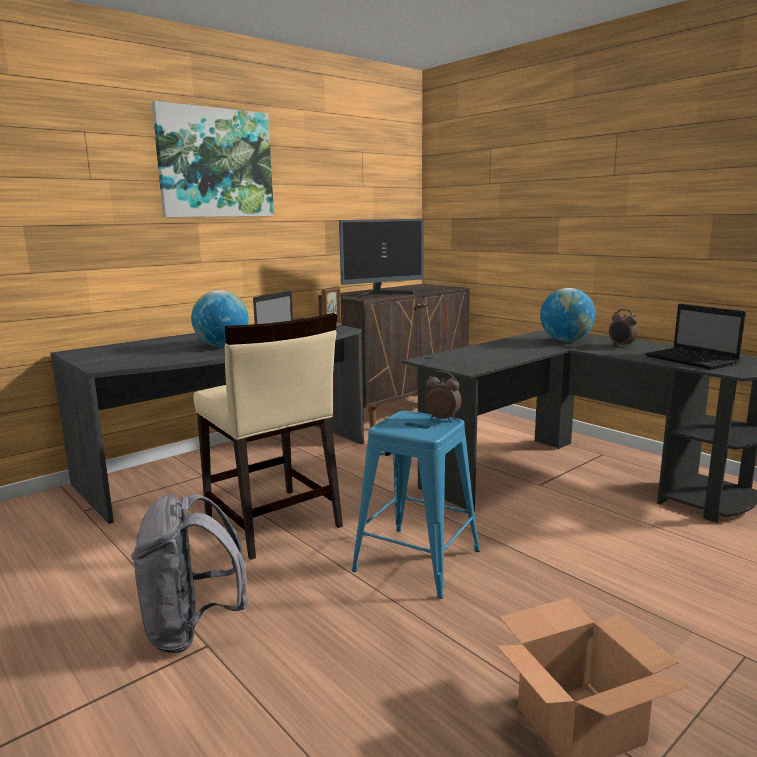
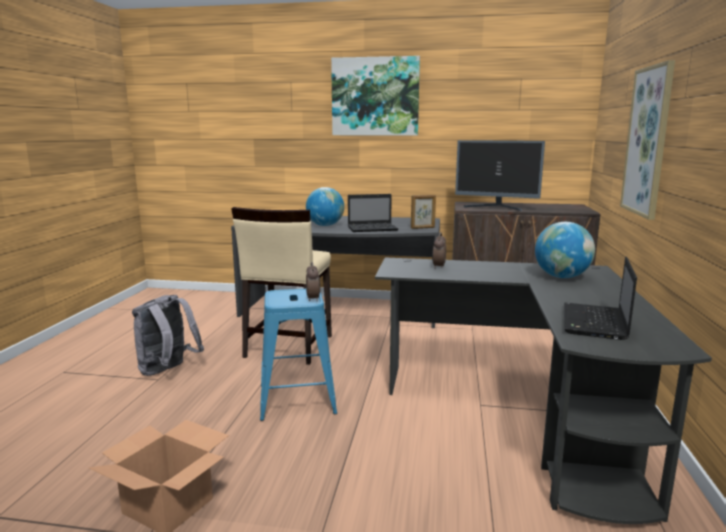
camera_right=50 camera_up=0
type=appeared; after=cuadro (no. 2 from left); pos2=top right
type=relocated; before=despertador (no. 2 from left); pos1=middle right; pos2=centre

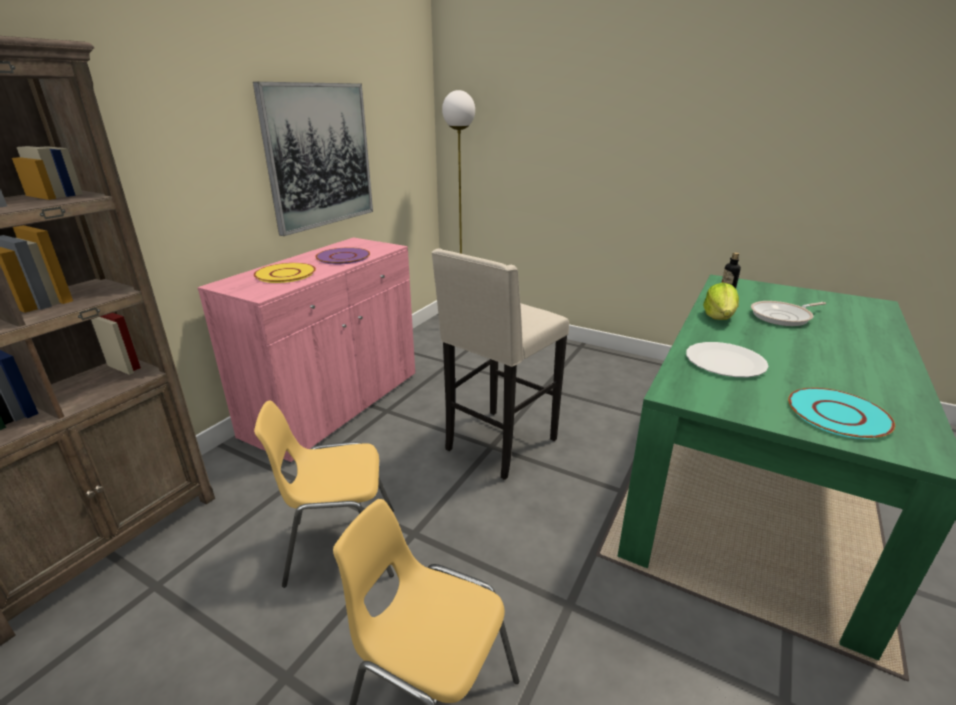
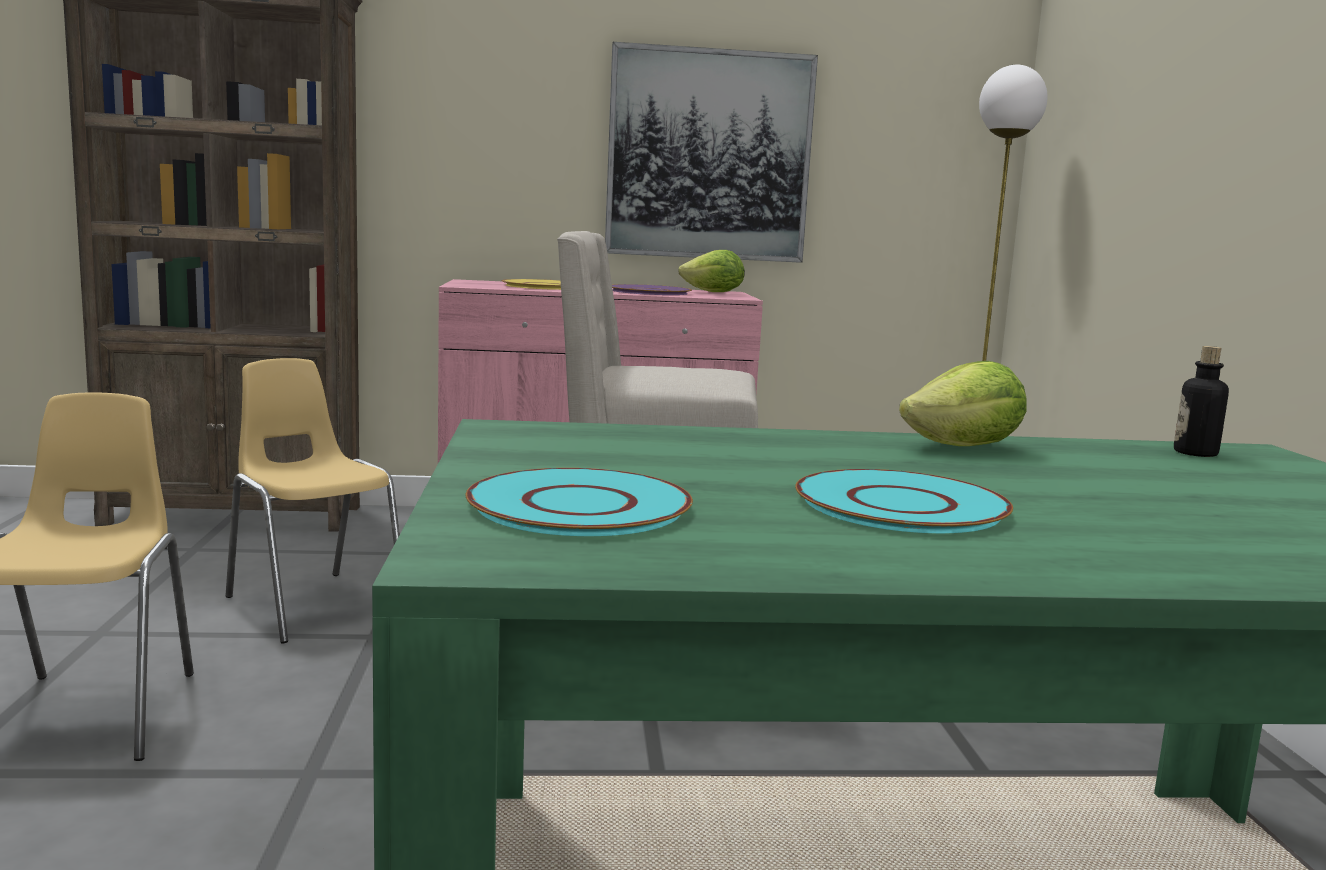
camera_right=55 camera_up=-15
type=missing; before=plato (blanco); pos1=middle right
type=missing; before=sartén; pos1=middle right
type=appeared; after=lechuga (no. 1 from left); pos2=top centre
type=appeared; after=plato (turquesa) (no. 2 from left); pos2=middle right

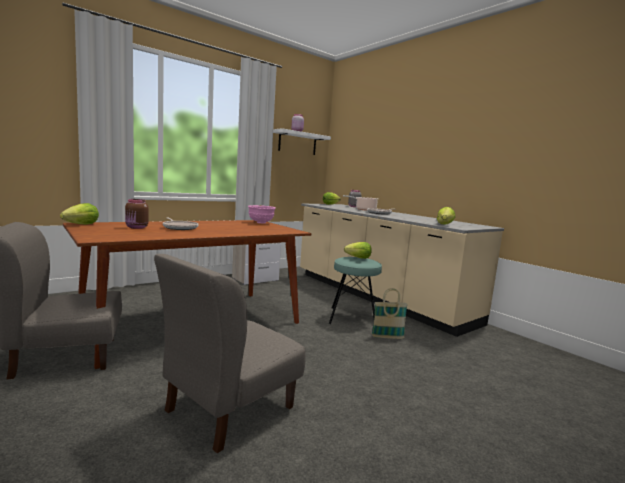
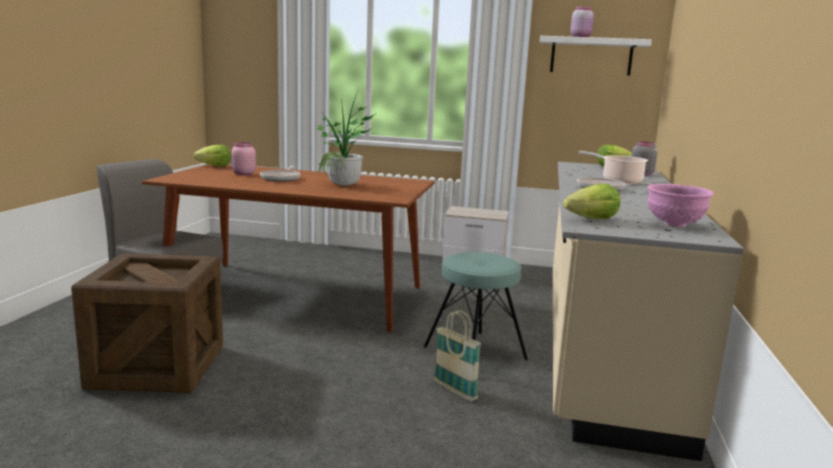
camera_right=50 camera_up=5
type=missing; before=lechuga (no. 3 from left); pos1=centre
type=appeared; after=planta en maceta; pos2=top centre
type=relocated; before=cuenco (rosa); pos1=centre; pos2=middle right
type=exchanged; before=silla (gris) (no. 2 from left); after=caja de embalaje; pos1=bottom centre; pos2=bottom left
type=colour; before=tarro (marrón); after=tarro (rosa) (no. 1 from left); pos1=middle left; pos2=middle left

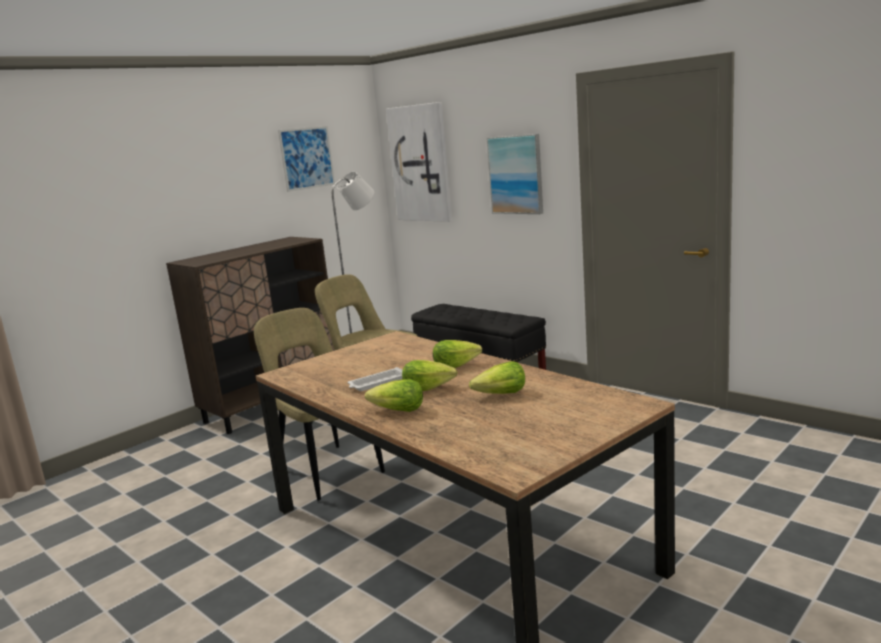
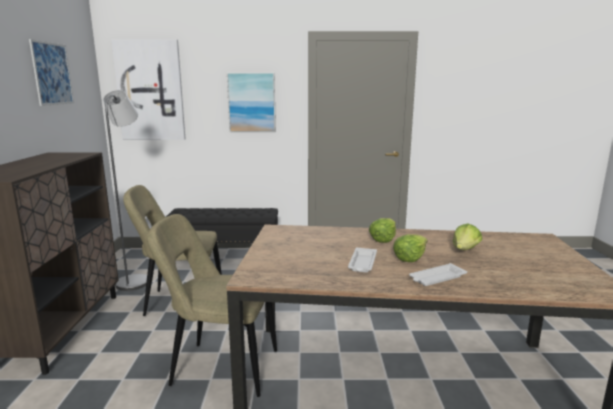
camera_right=-45 camera_up=0
type=exchanged; before=lechuga (no. 1 from left); after=bandeja (blanco) (no. 2 from left); pos1=centre; pos2=bottom right

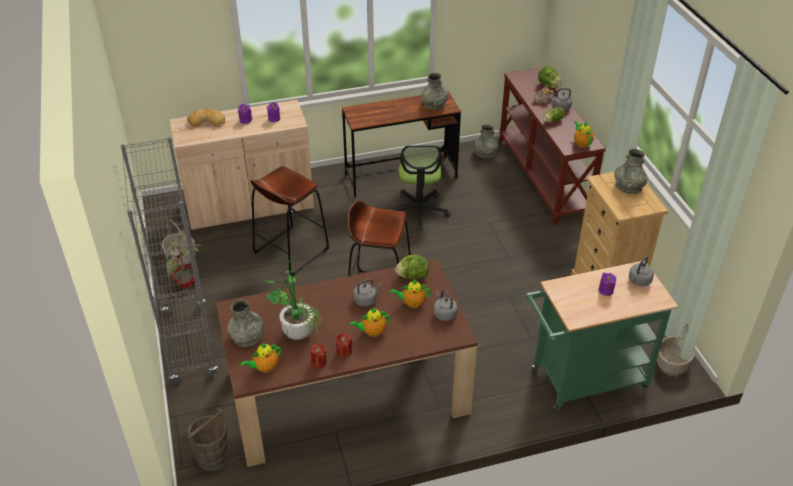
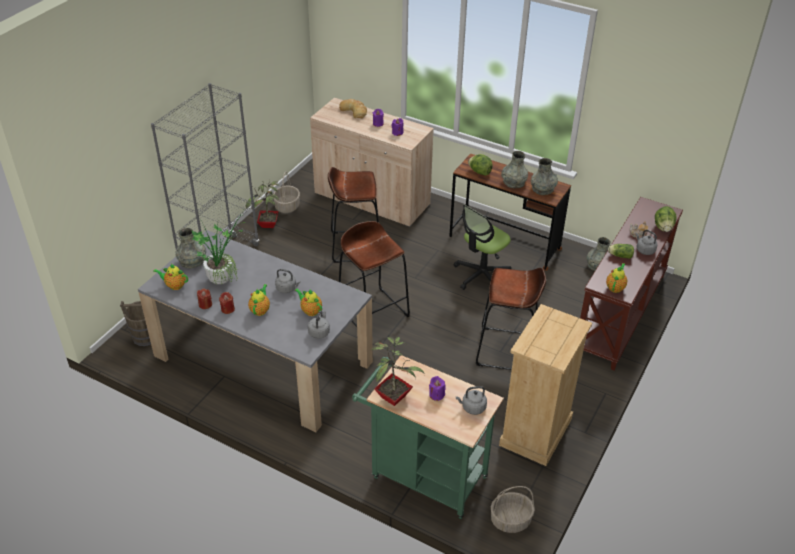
camera_right=45 camera_up=0
type=appeared; after=planta en maceta (no. 3 from left); pos2=bottom centre
type=appeared; after=taburete (marrón) (no. 3 from left); pos2=centre
type=relocated; before=lechuga (no. 1 from left); pos1=centre; pos2=top centre
type=relocated; before=florero (gris) (no. 4 from left in the first image); after=florero (gris) (no. 2 from left); pos1=middle right; pos2=top centre
type=colour; before=mesa de comedor (marrón); after=mesa de comedor (gris); pos1=bottom centre; pos2=middle left
type=spun; before=tetera (no. 2 from left); pos1=centre; pos2=middle left; turn=75

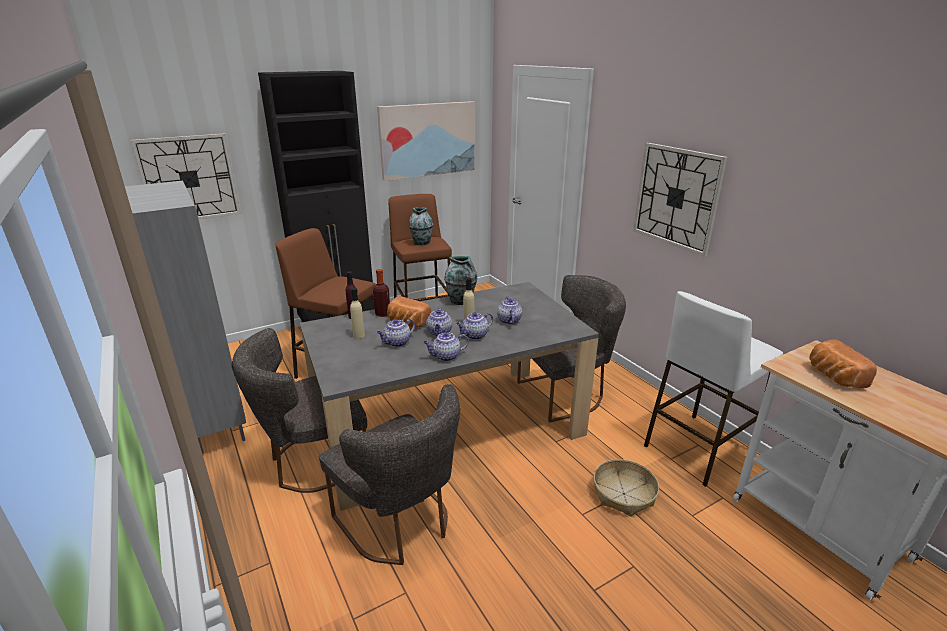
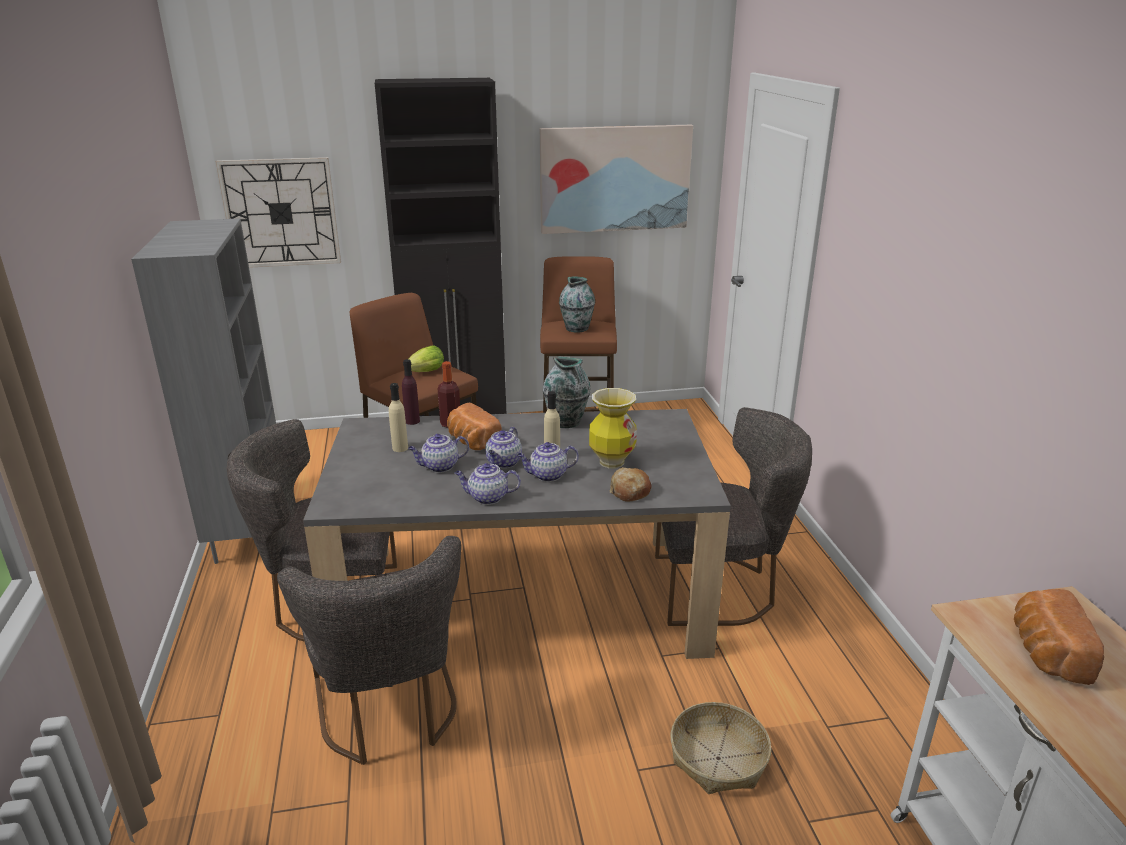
camera_right=20 camera_up=0
type=missing; before=reloj de pared (no. 2 from left); pos1=top right
type=missing; before=taburete (blanco); pos1=middle right
type=appeared; after=lechuga; pos2=centre
type=appeared; after=pan (no. 2 from left); pos2=centre
type=exchanged; before=tetera (no. 5 from left); after=florero (no. 3 from left); pos1=centre; pos2=centre

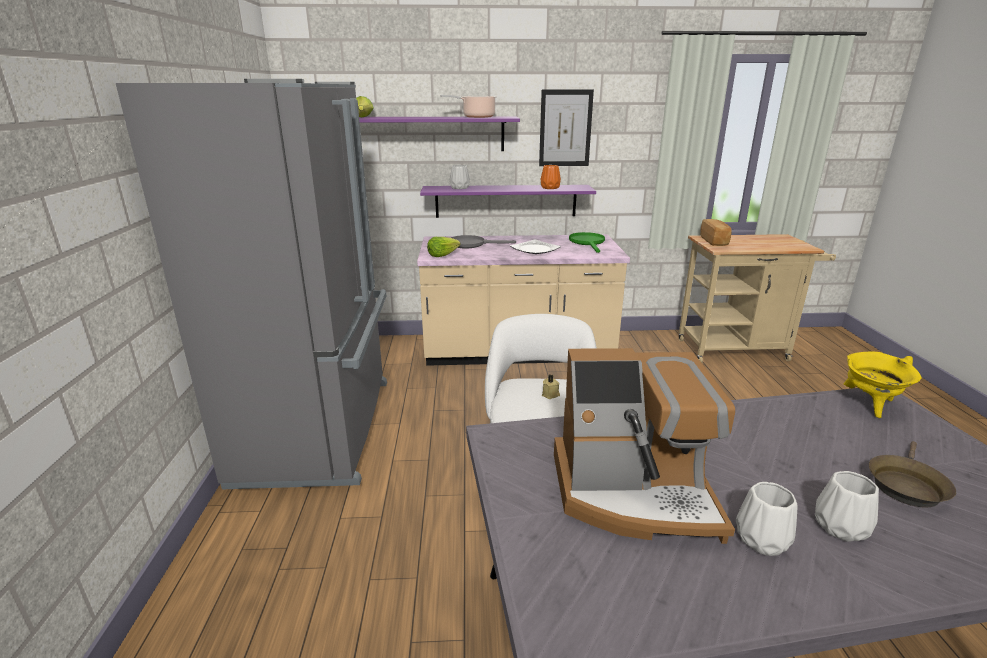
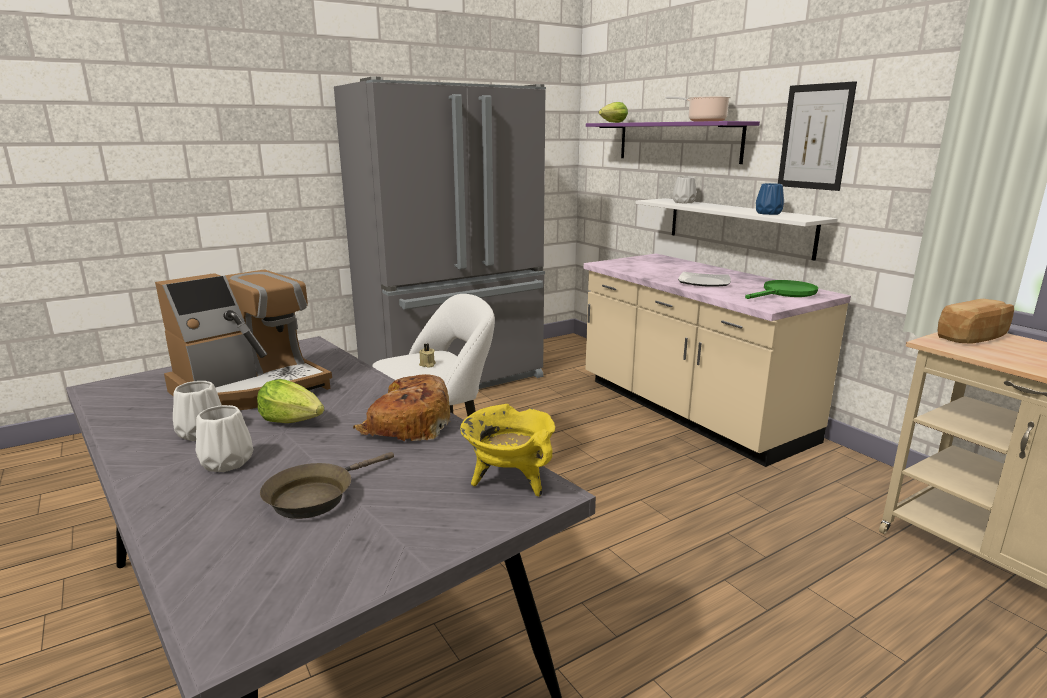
camera_right=60 camera_up=-5
type=missing; before=sartén (gris); pos1=centre
type=appeared; after=pan (no. 1 from left); pos2=centre
type=relocated; before=lechuga (no. 2 from left in the first image); after=lechuga (no. 1 from left); pos1=centre; pos2=middle left
type=colour; before=estante (morado) (no. 2 from left); after=estante (blanco); pos1=top centre; pos2=top right
type=colour; before=florero (naranja); after=florero (azul); pos1=top centre; pos2=top right
type=spun; before=cafetera; pos1=bottom centre; pos2=middle left; turn=-105
type=spun; before=sartén (marrón); pos1=bottom right; pos2=bottom left; turn=-60

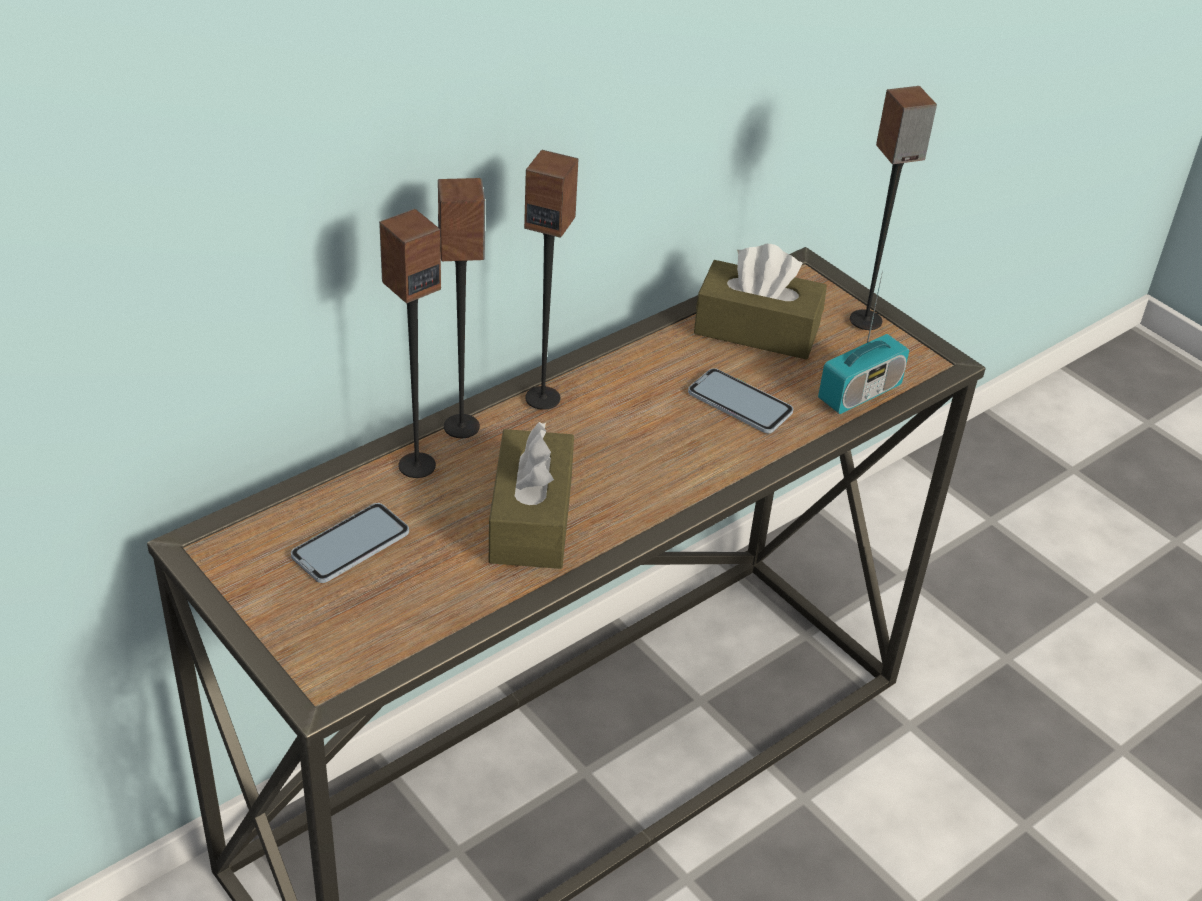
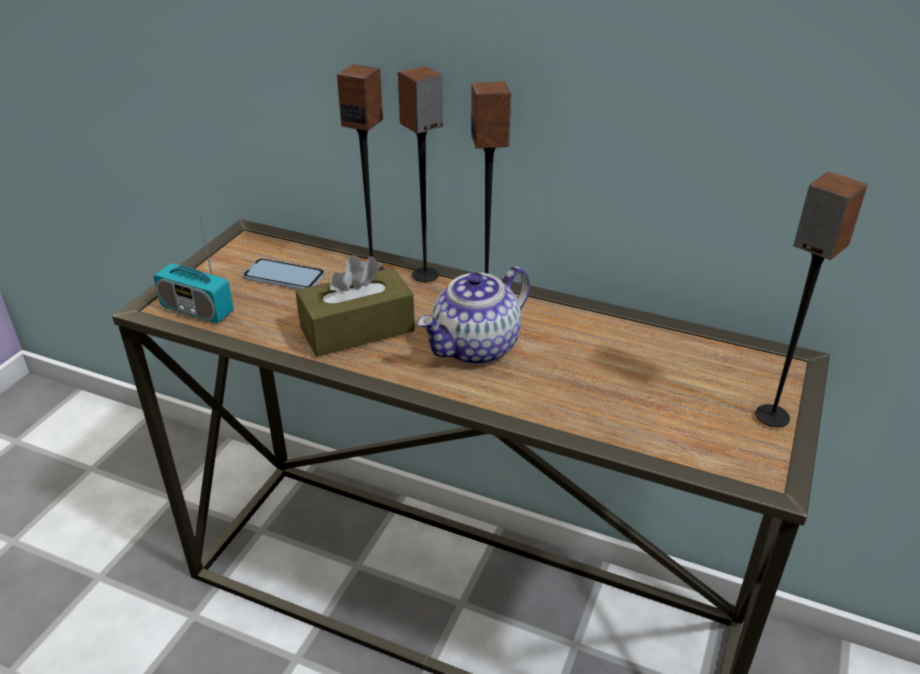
camera_right=65 camera_up=-5
type=missing; before=móvil (no. 2 from left); pos1=centre
type=missing; before=caja de pañuelos (marrón) (no. 2 from left); pos1=centre
type=appeared; after=tetera; pos2=centre
type=relocated; before=radio; pos1=middle right; pos2=middle left

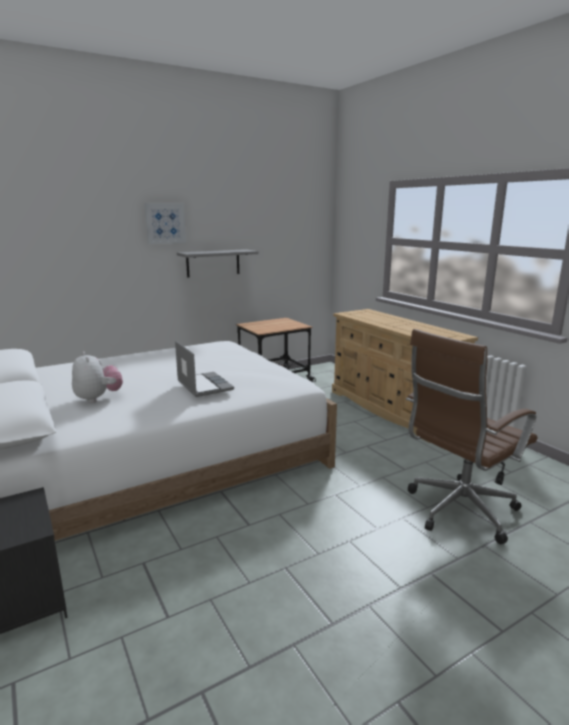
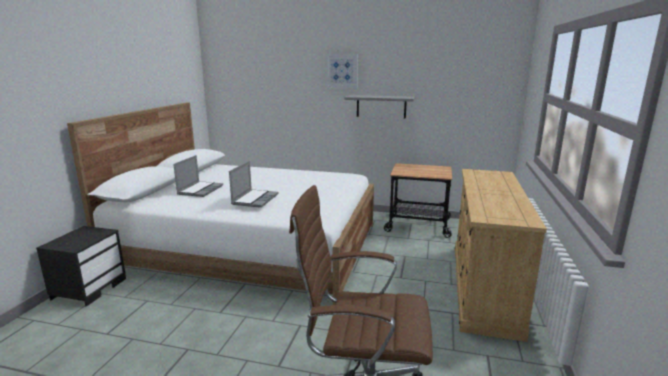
camera_right=45 camera_up=0
type=exchanged; before=peluche; after=portátil (no. 1 from left); pos1=middle left; pos2=middle left

